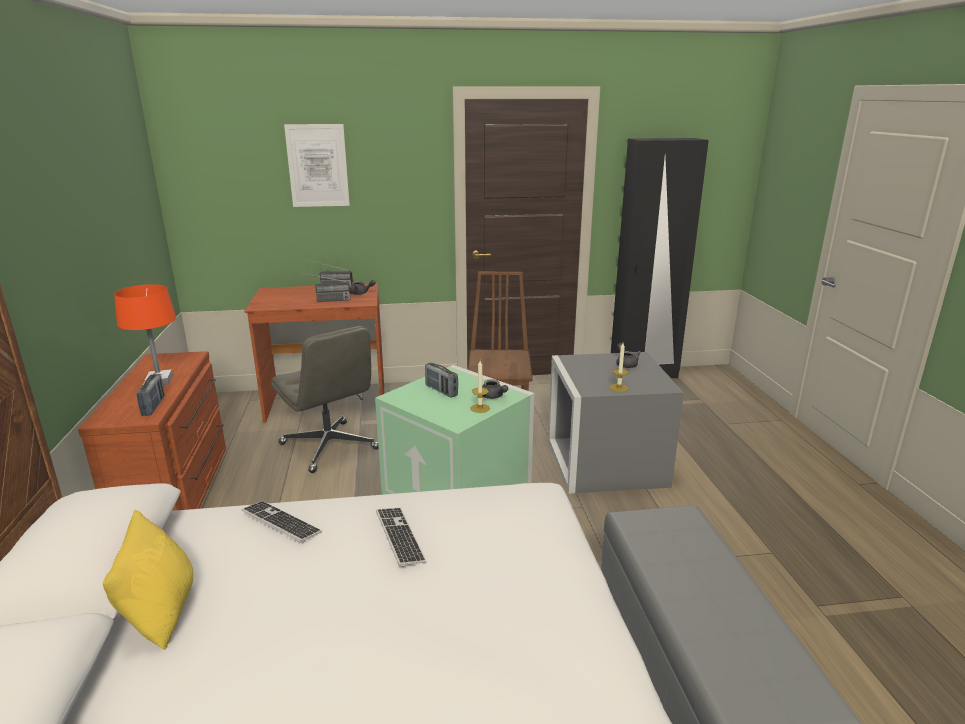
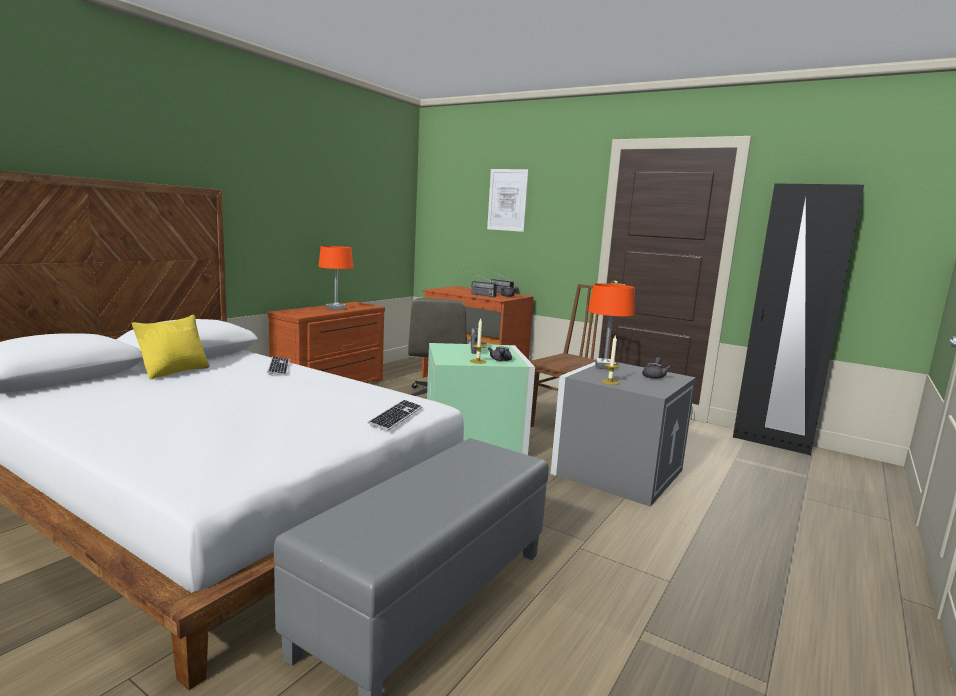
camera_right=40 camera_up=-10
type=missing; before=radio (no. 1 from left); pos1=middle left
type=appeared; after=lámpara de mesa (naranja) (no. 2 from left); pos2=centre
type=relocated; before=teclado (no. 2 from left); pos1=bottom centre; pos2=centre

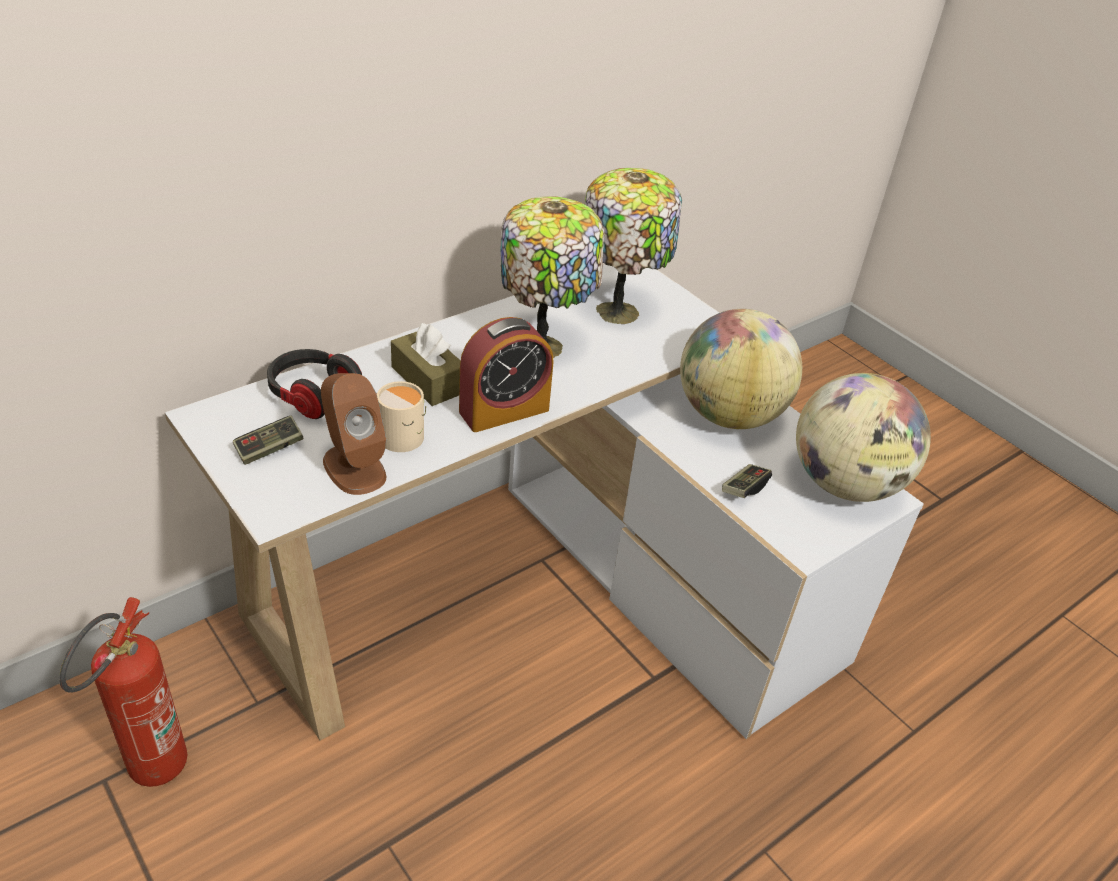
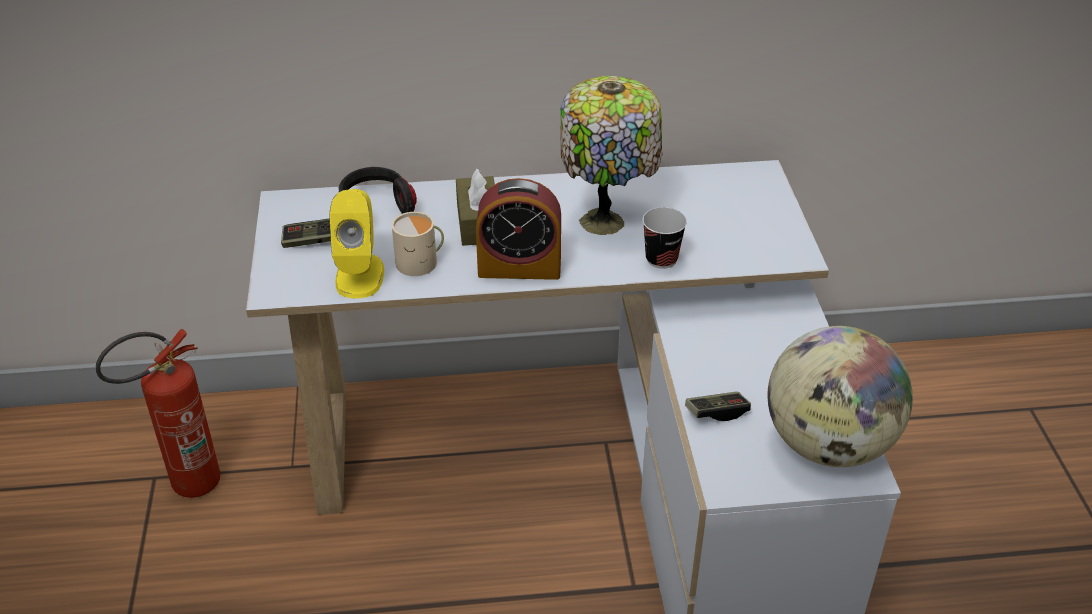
camera_right=35 camera_up=0
type=missing; before=lámpara de mesa (no. 2 from left); pos1=top centre
type=missing; before=globo terráqueo (no. 1 from left); pos1=centre
type=appeared; after=taza; pos2=centre
type=colour; before=altavoz (marrón); after=altavoz (amarillo); pos1=middle left; pos2=middle left

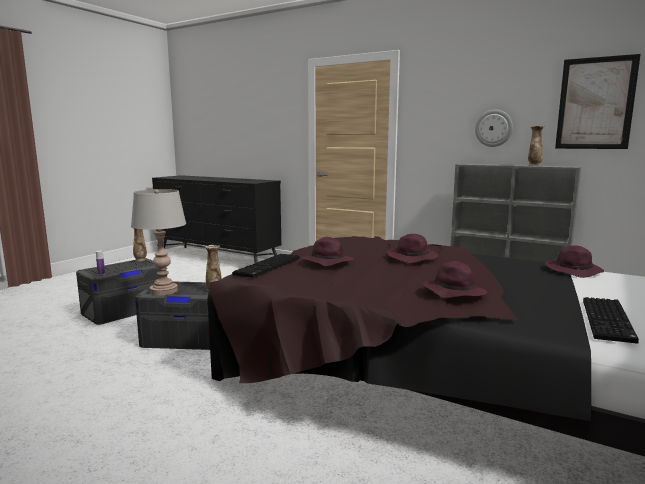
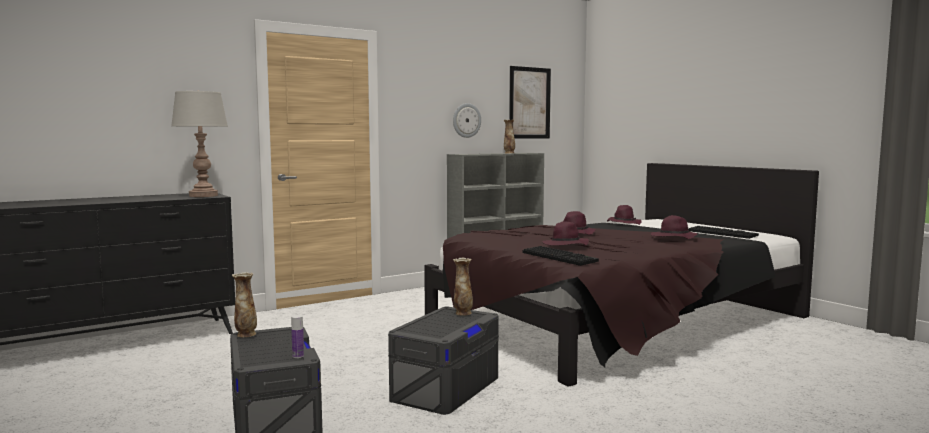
camera_right=-65 camera_up=-5
type=relocated; before=lámpara de mesa (gris); pos1=middle left; pos2=top left

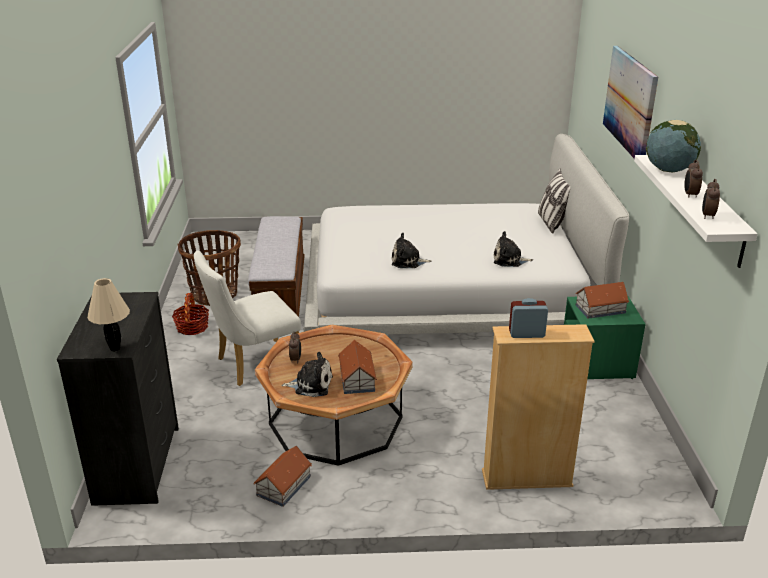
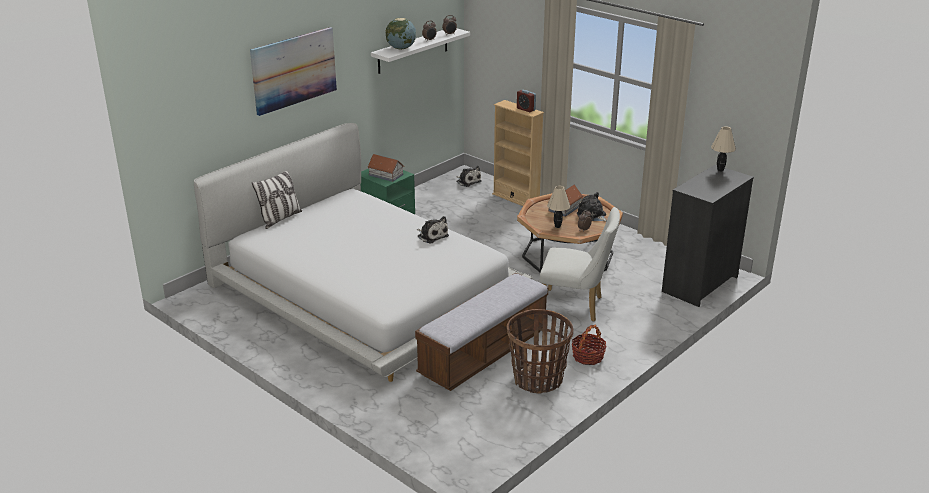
camera_right=-135 camera_up=0
type=missing; before=casita (no. 1 from left); pos1=bottom centre
type=appeared; after=lámpara de mesa (beis) (no. 1 from left); pos2=centre
type=relocated; before=peluche (no. 3 from left in the first image); after=peluche (no. 2 from left); pos1=middle right; pos2=centre

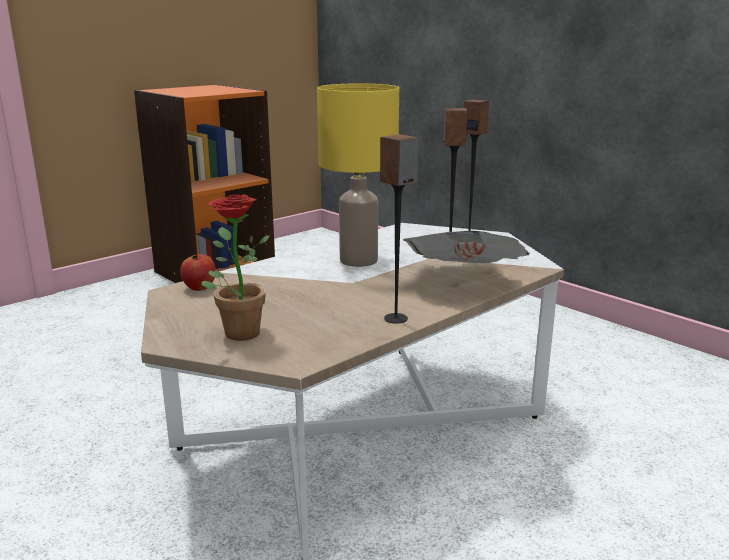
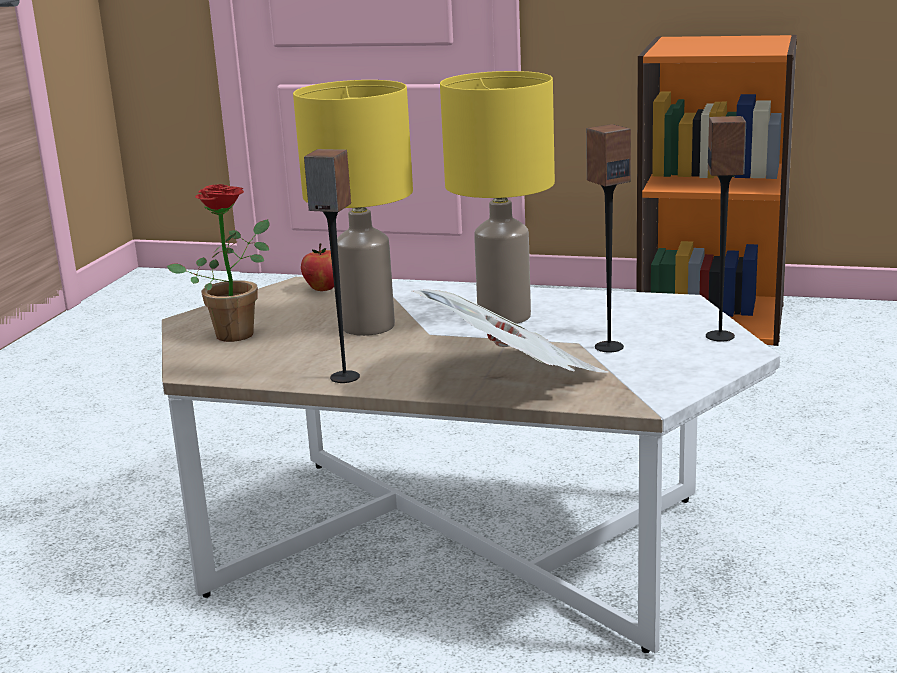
camera_right=60 camera_up=0
type=appeared; after=lámpara de mesa (amarillo) (no. 1 from left); pos2=top centre

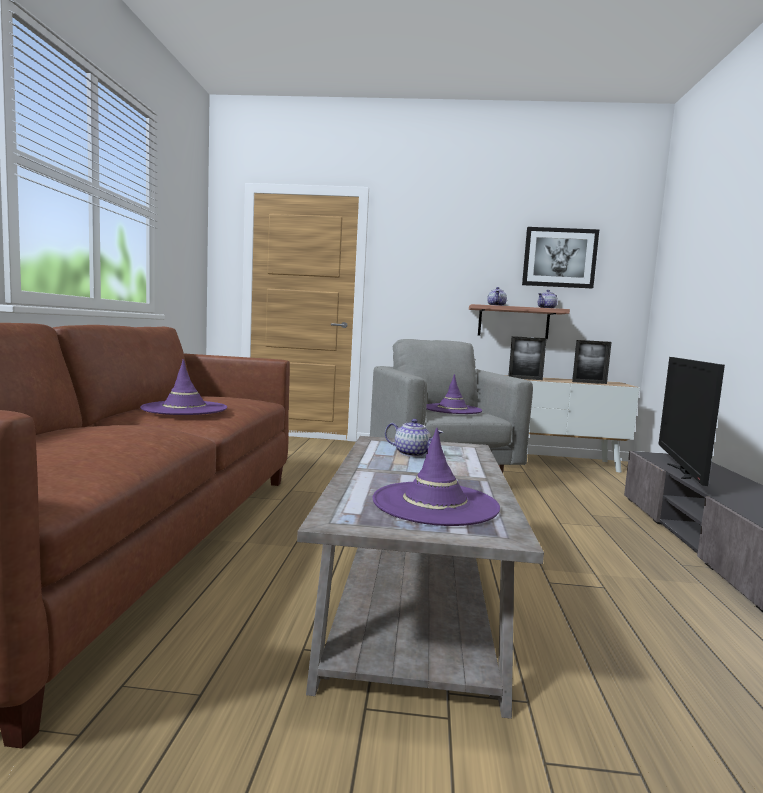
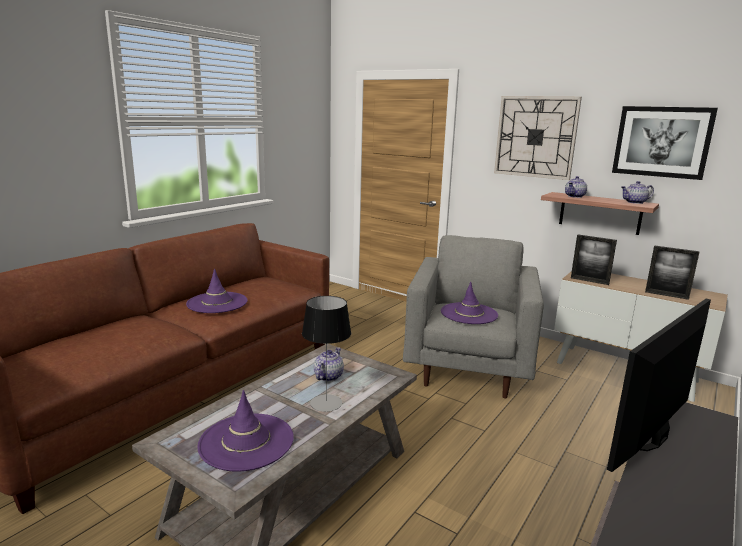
camera_right=30 camera_up=10
type=appeared; after=lámpara de mesa; pos2=centre
type=appeared; after=reloj de pared; pos2=top right
type=spun; before=tetera (no. 1 from left); pos1=centre; pos2=bottom centre; turn=-120

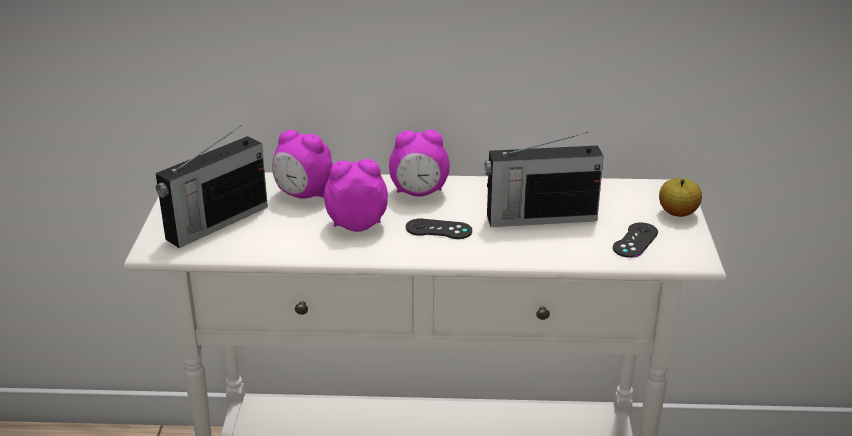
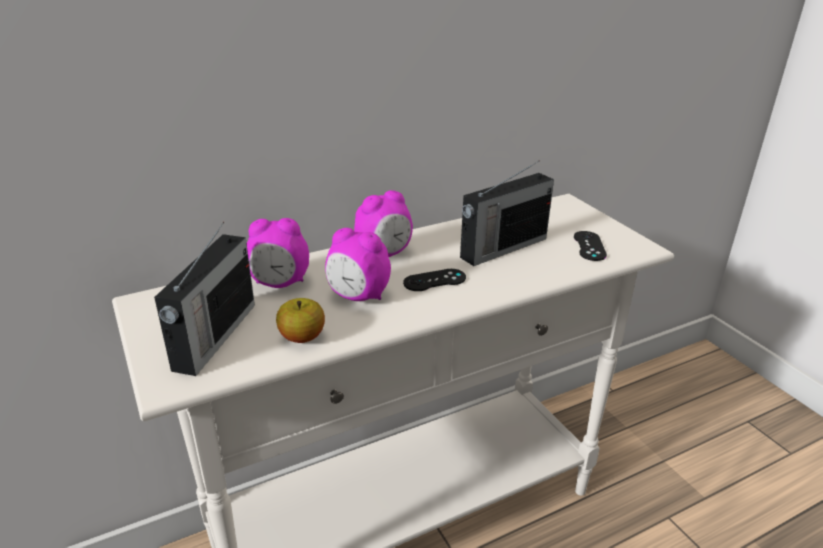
camera_right=-30 camera_up=0
type=relocated; before=manzana; pos1=middle right; pos2=centre
type=spun; before=despertador (no. 2 from left); pos1=centre; pos2=centre; turn=-120

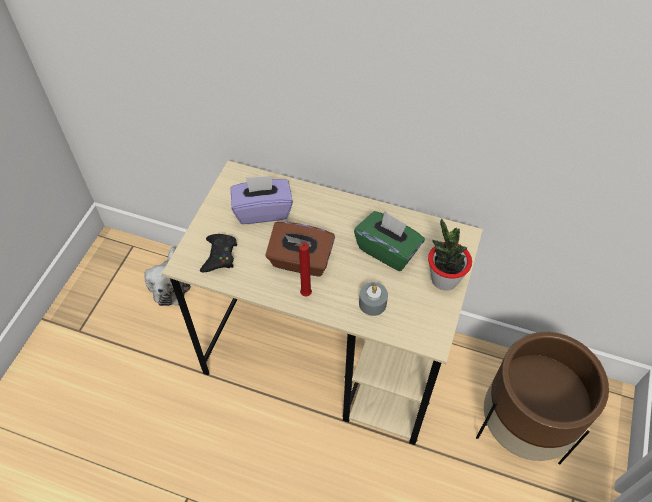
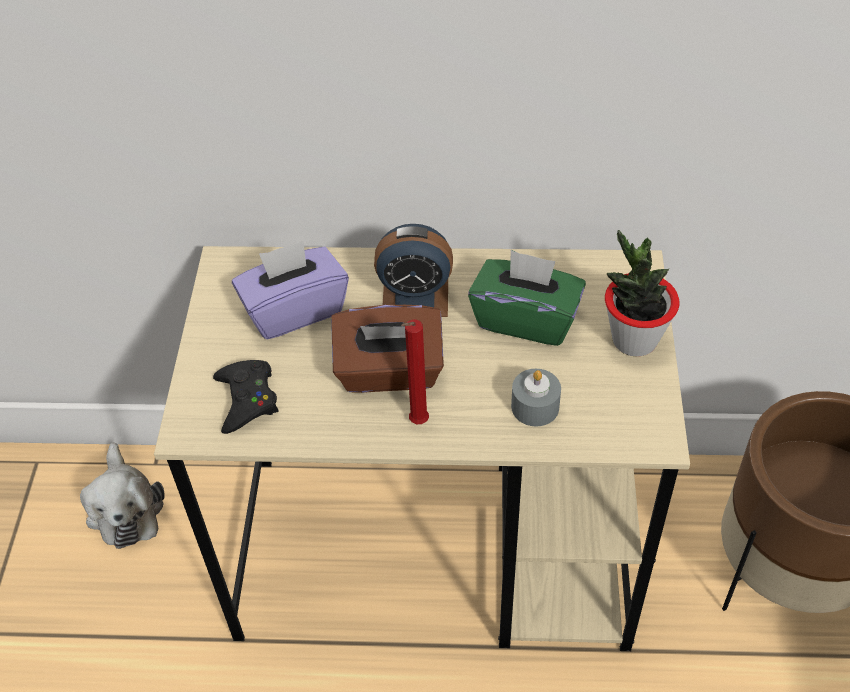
camera_right=-15 camera_up=-5
type=appeared; after=despertador; pos2=centre

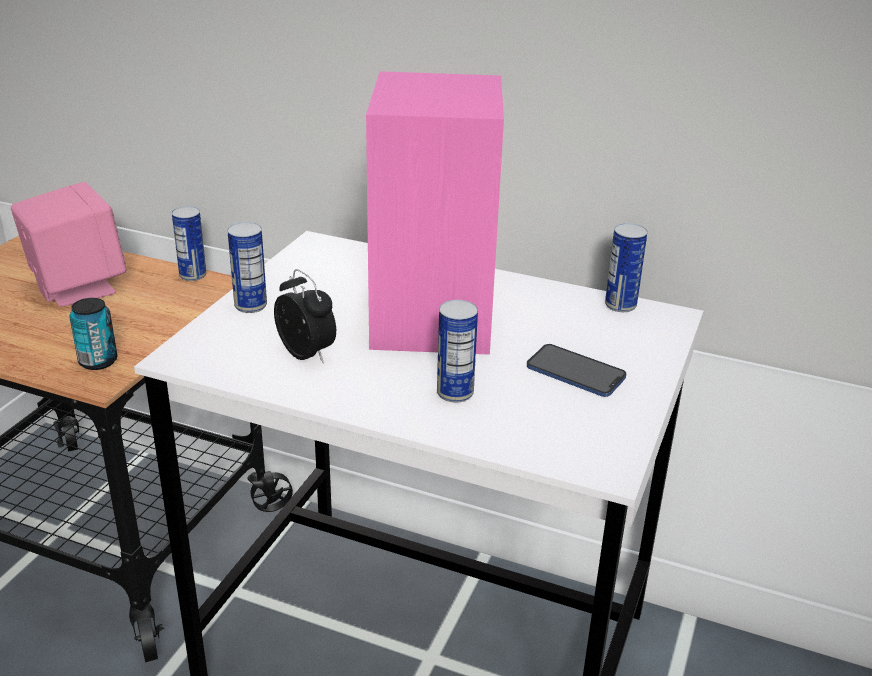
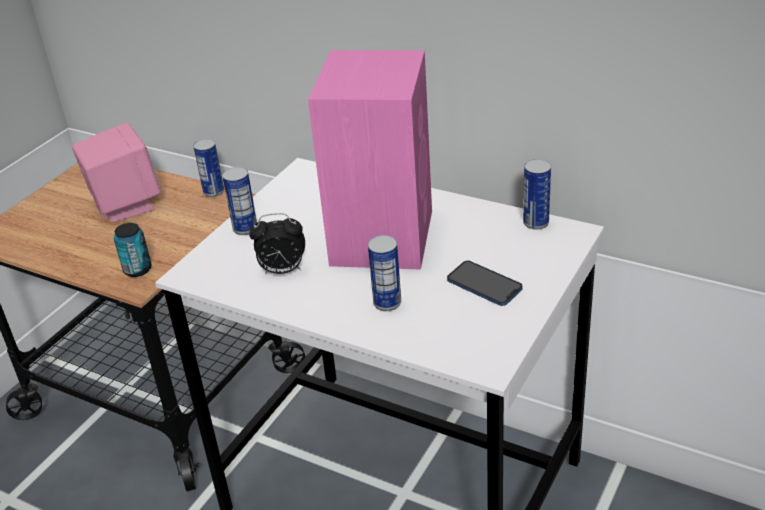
camera_right=10 camera_up=5
type=spun; before=despertador; pos1=centre; pos2=centre; turn=120

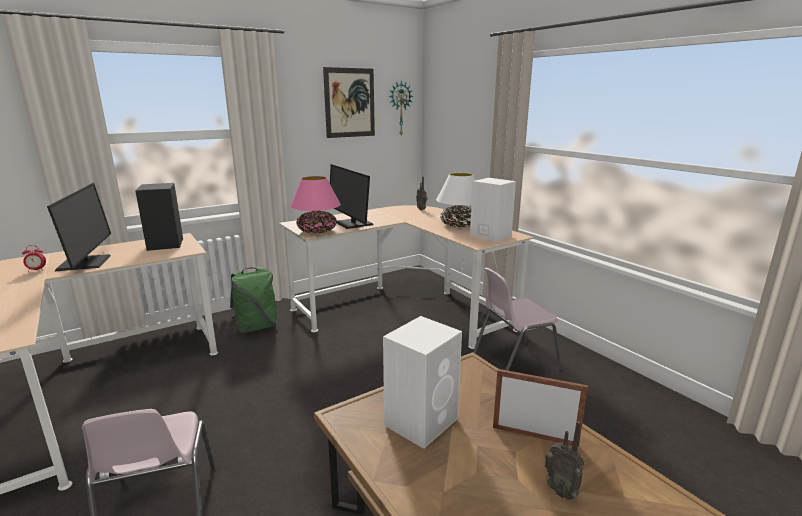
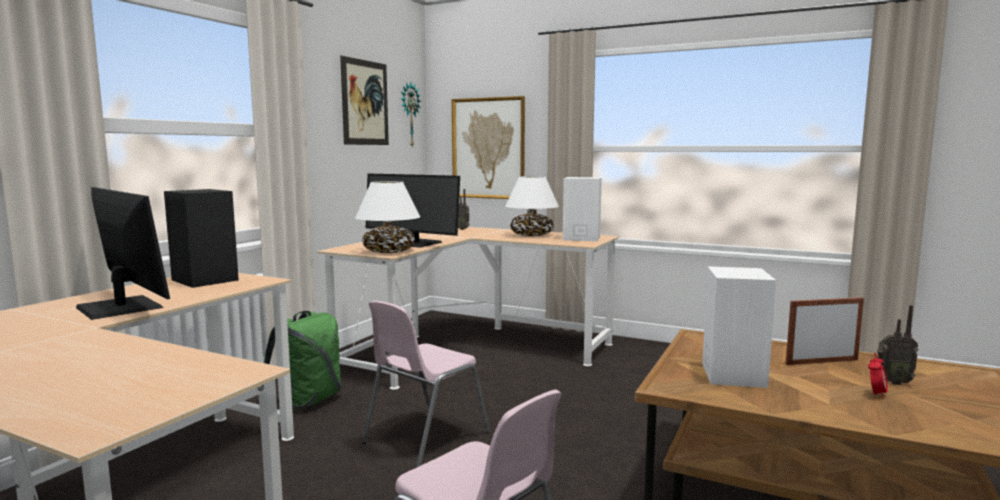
camera_right=-30 camera_up=-10
type=appeared; after=cuadro (no. 2 from left); pos2=top centre
type=relocated; before=despertador; pos1=middle left; pos2=bottom right
type=relocated; before=silla (rosa) (no. 2 from left in the first image); after=silla (rosa) (no. 1 from left); pos1=centre; pos2=bottom centre
type=colour; before=lámpara de mesa (rosa); after=lámpara de mesa (blanco) (no. 1 from left); pos1=centre; pos2=centre

